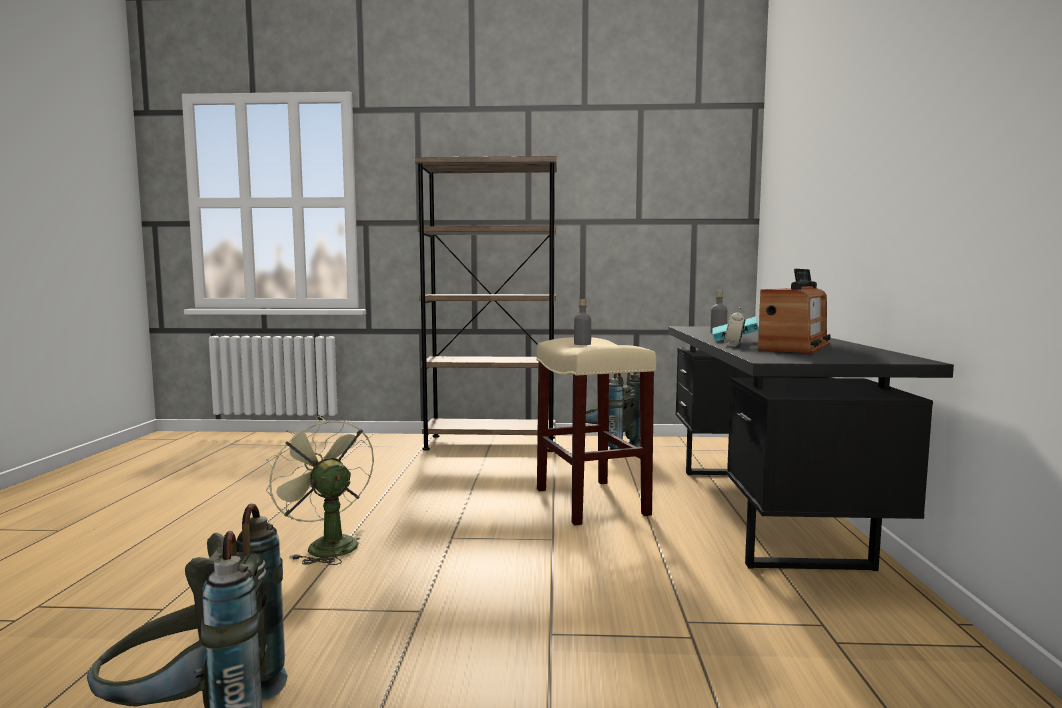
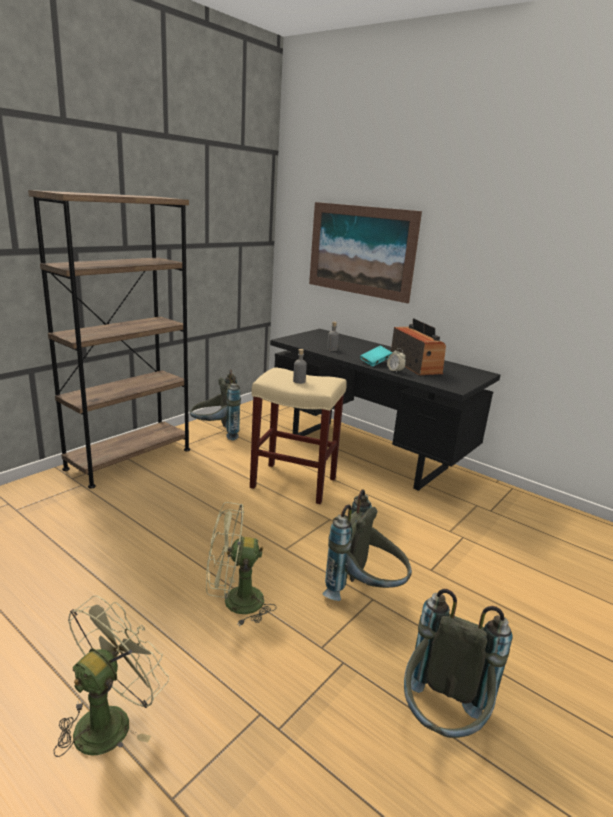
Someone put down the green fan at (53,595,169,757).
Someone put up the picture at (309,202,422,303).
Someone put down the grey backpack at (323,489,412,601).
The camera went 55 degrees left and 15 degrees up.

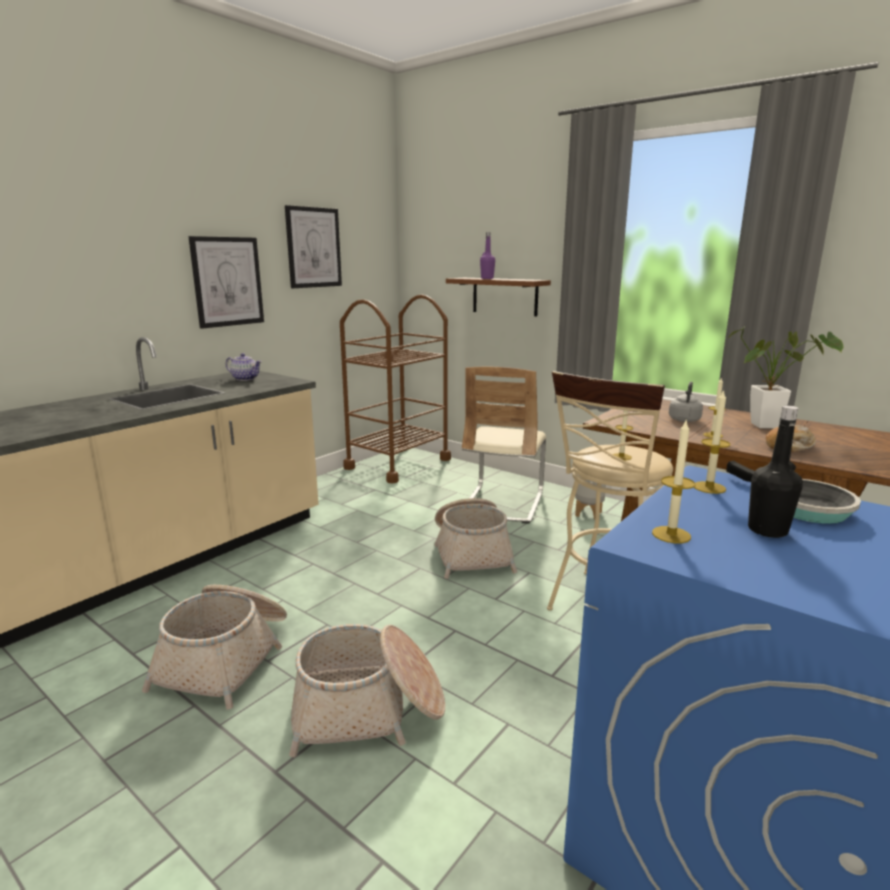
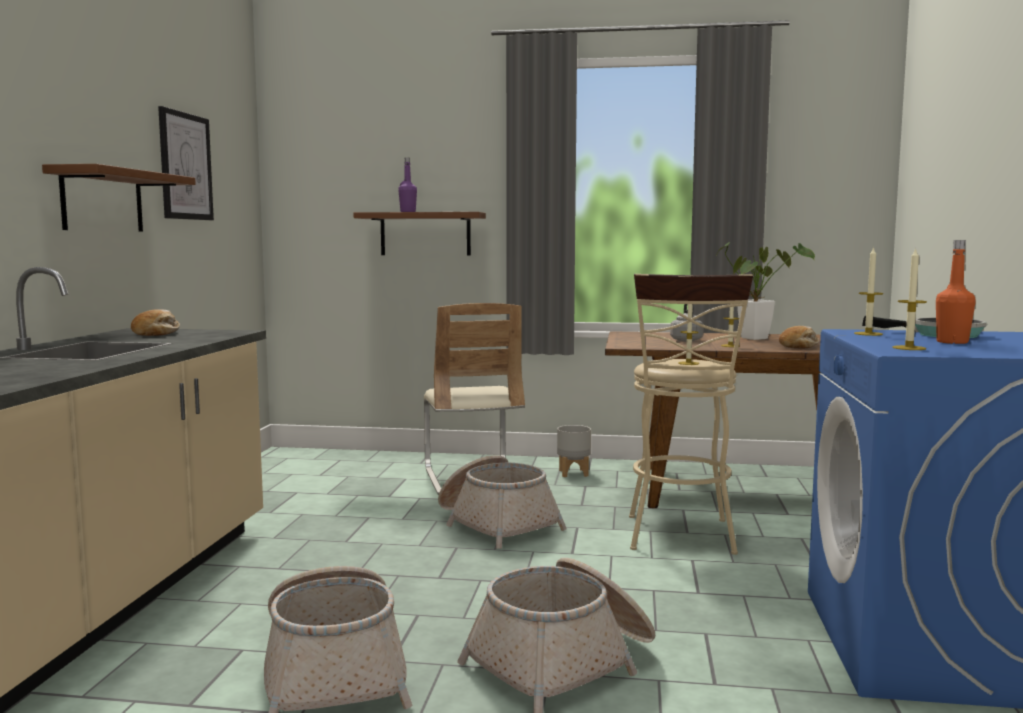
Someone took away the brown cart at (340,295,451,484).
Someone swapped the picture at (188,236,264,329) for the brown shelf at (42,164,196,231).
Someone swapped the teapot at (226,353,262,381) for the bread at (131,309,180,336).
Someone repainted the black bottle at (748,405,803,538), which became the orange bottle at (936,240,976,344).
The camera went 30 degrees left and 10 degrees down.

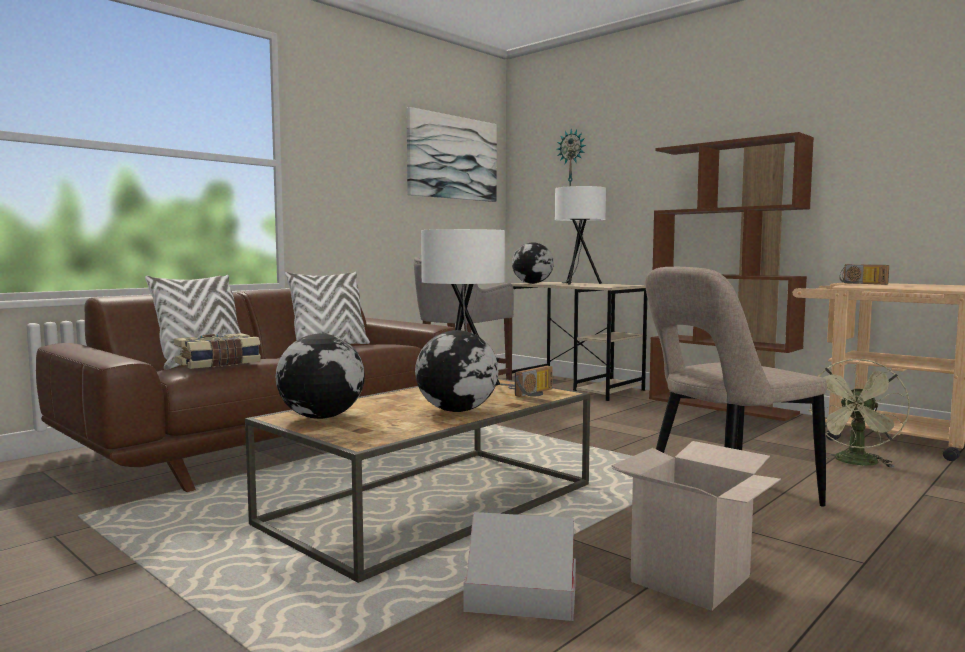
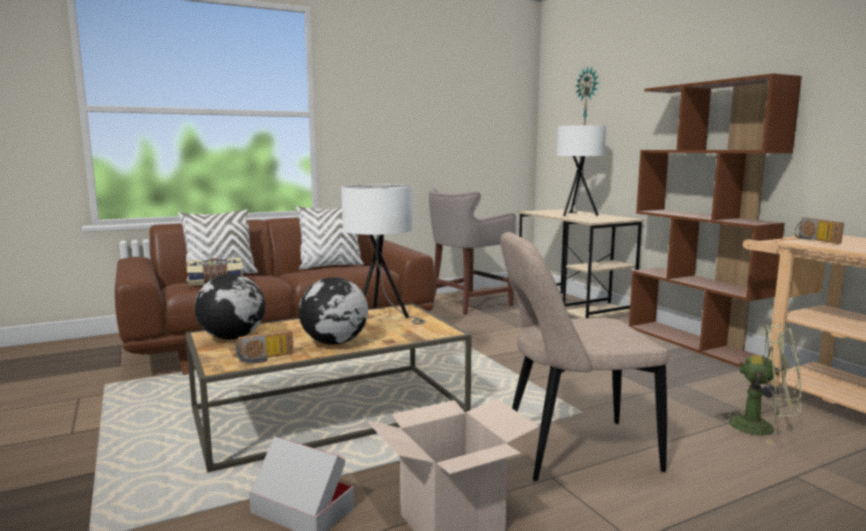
Someone took away the picture at (407,107,497,202).
Someone took away the globe at (512,242,554,284).
Someone carried the radio from (515,366,553,397) to (235,330,294,364).
Someone rotated the green fan at (808,358,910,468) by 120 degrees counterclockwise.
The camera went 20 degrees right and 5 degrees up.

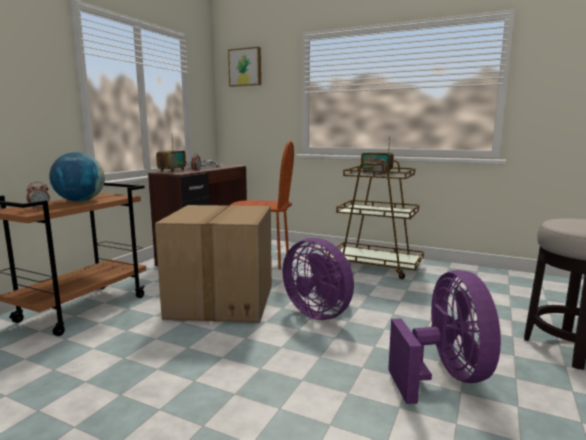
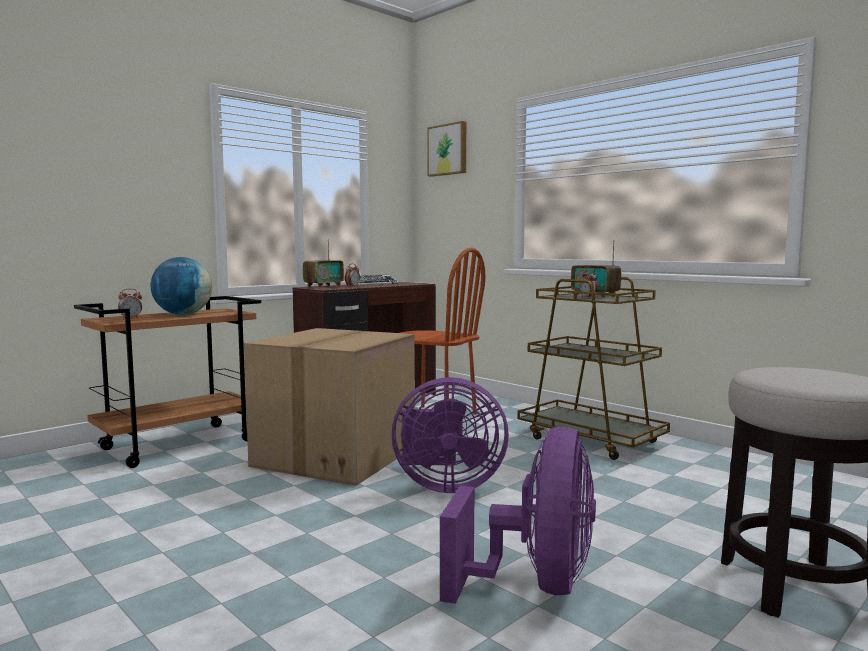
Someone rotated the purple fan at (282,238,354,320) by 60 degrees counterclockwise.
The camera went 20 degrees right and 5 degrees down.

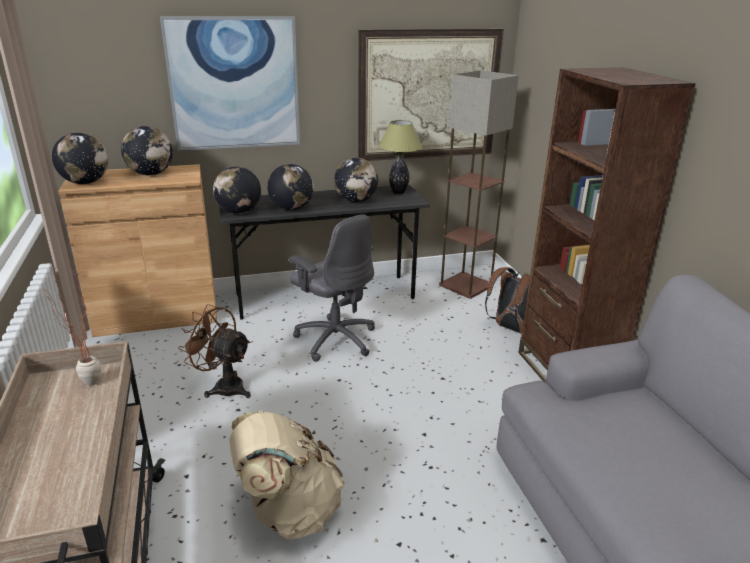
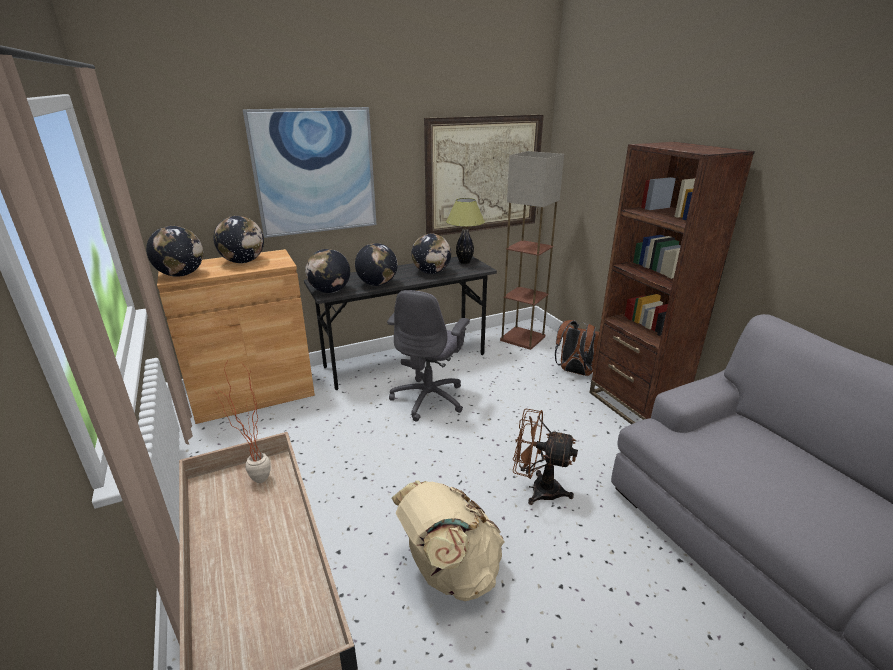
Someone carried the brown fan from (178,304,251,398) to (513,409,578,505).
Someone rotated the grey office chair at (289,215,375,362) by 75 degrees clockwise.
The camera went 10 degrees left and 0 degrees up.

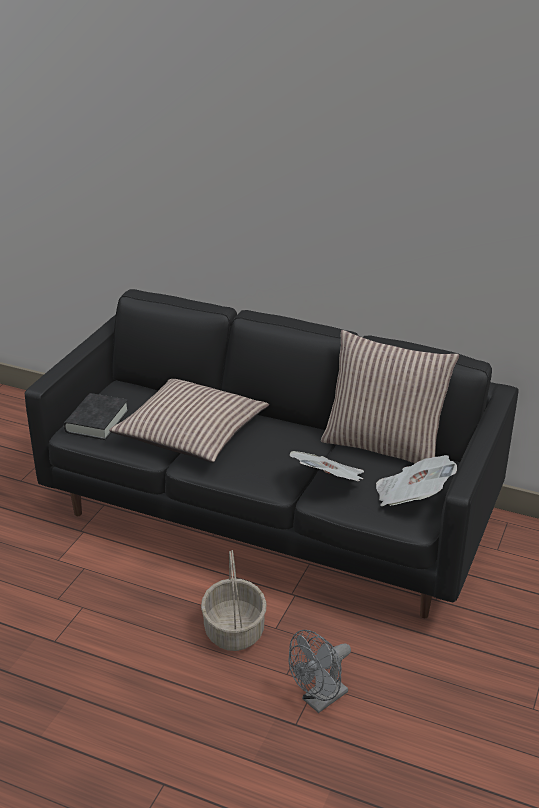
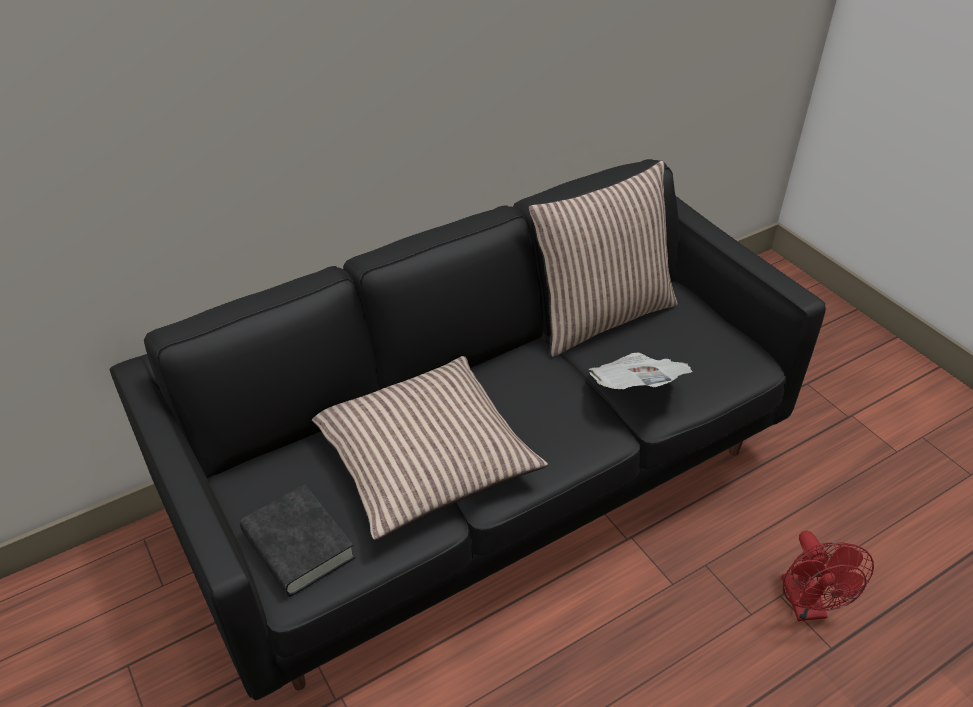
Someone took away the basket at (201,550,267,651).
Someone took away the newspaper at (376,455,457,506).
Someone repainted the grey fan at (289,630,351,713), which became the red fan at (781,531,874,621).
The camera went 55 degrees left and 10 degrees up.

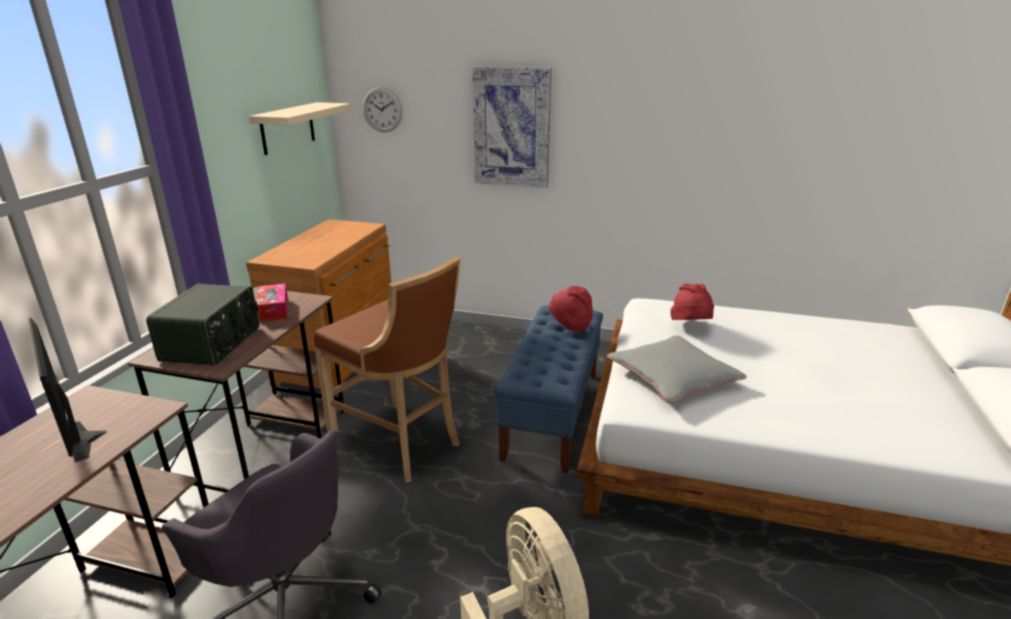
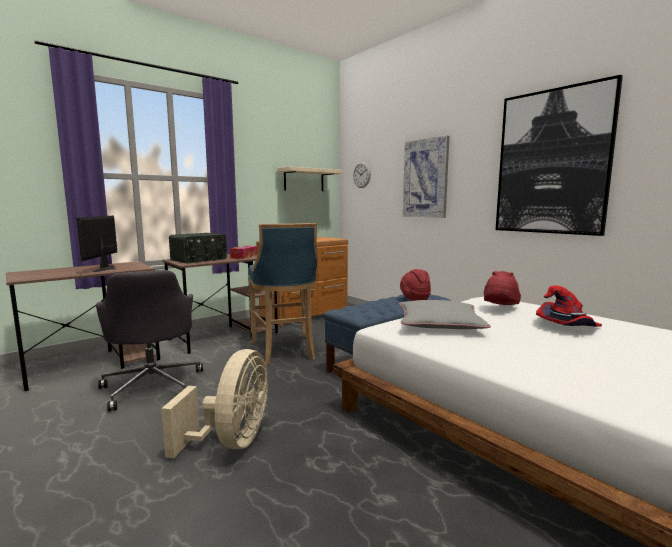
Someone put up the picture at (496,75,623,236).
Someone put down the red hat at (536,285,602,327).
Someone repainted the brown stool at (314,257,460,482), which became the blue stool at (249,223,318,365).
The camera went 35 degrees right and 15 degrees down.

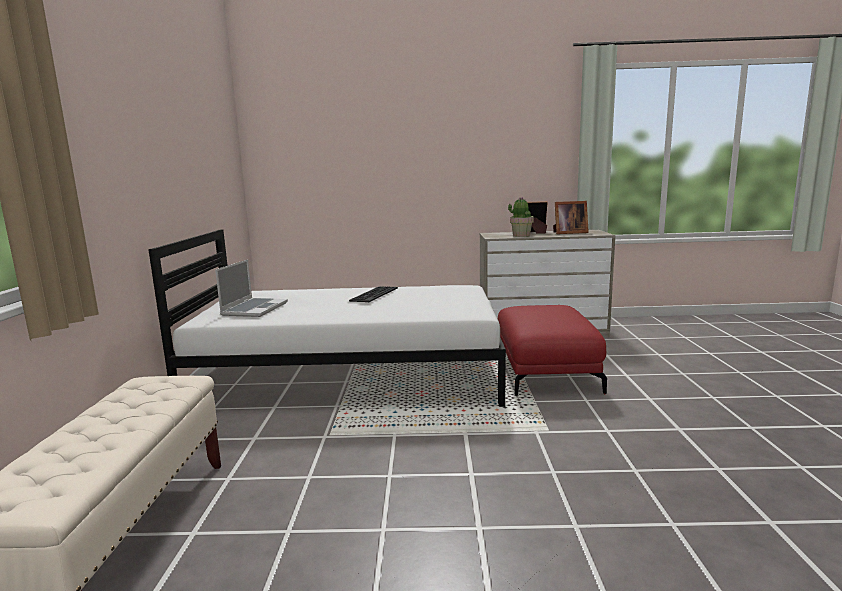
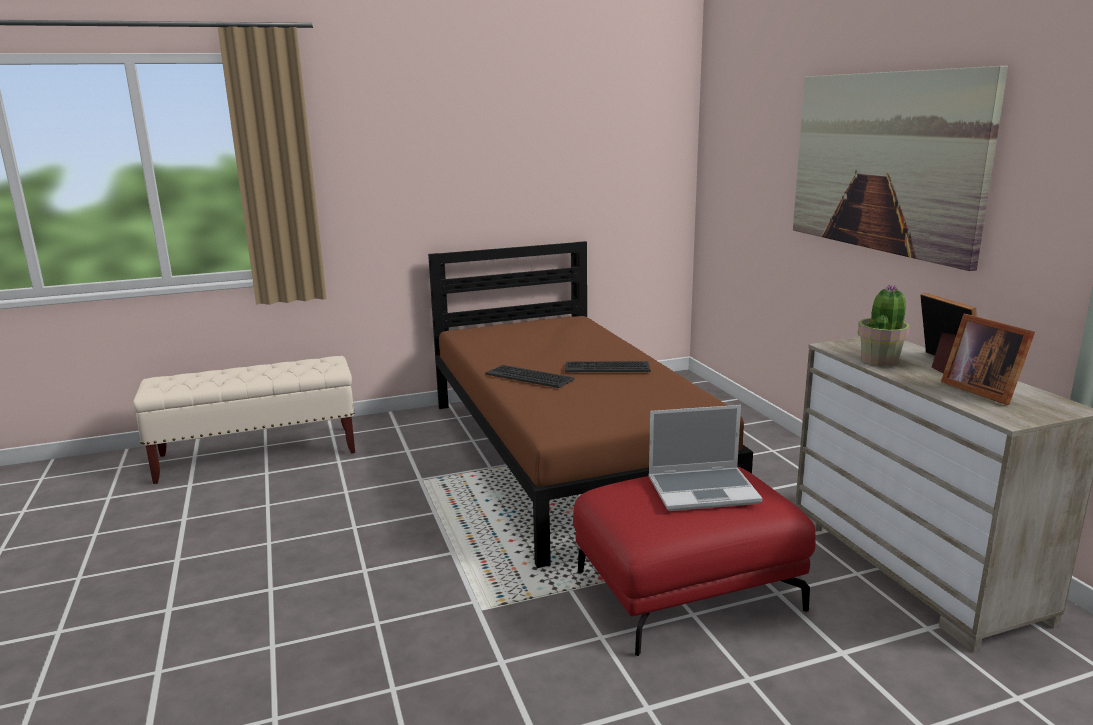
Someone put down the keyboard at (485,365,575,388).
Someone put up the picture at (793,66,1008,271).
Someone carried the laptop from (215,259,288,317) to (648,405,763,511).
Someone repainted the white bed at (148,229,506,407), which became the brown bed at (428,241,753,568).
The camera went 70 degrees right and 5 degrees up.

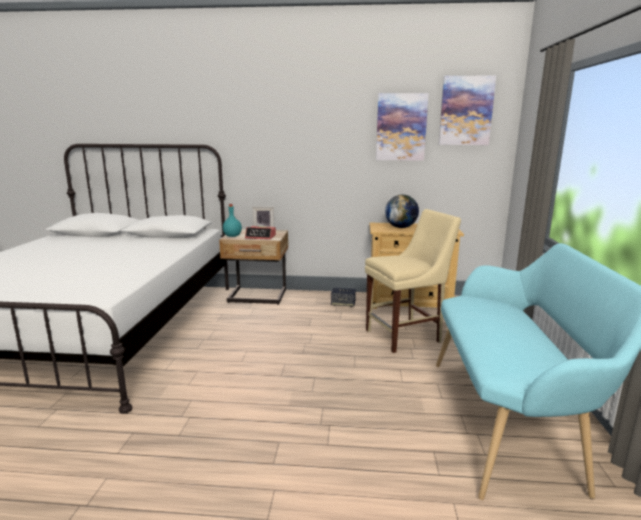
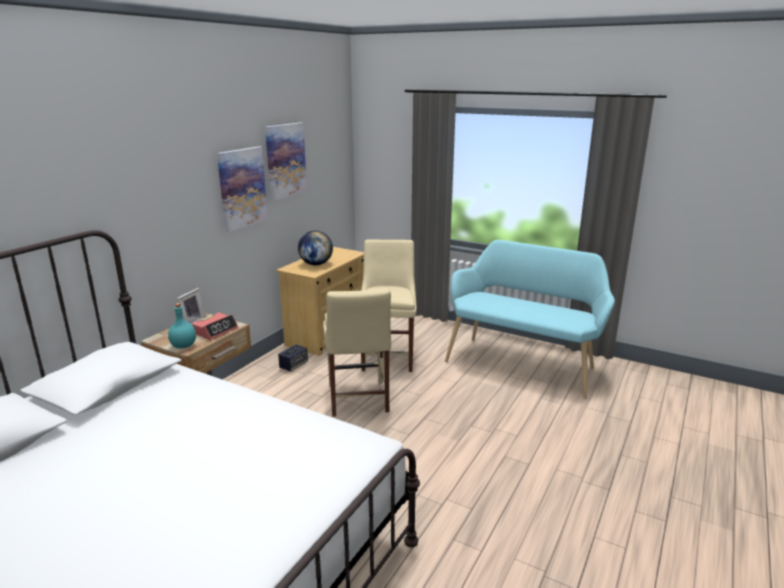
Someone put down the beige chair at (323,289,391,417).
Someone carried the picture from (439,75,496,145) to (217,146,268,232).
The camera went 65 degrees left and 5 degrees up.

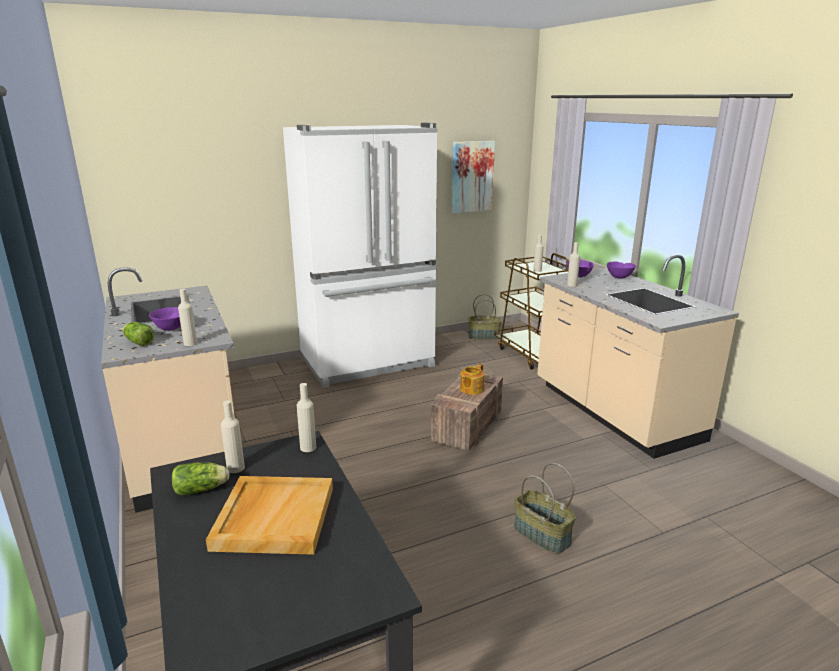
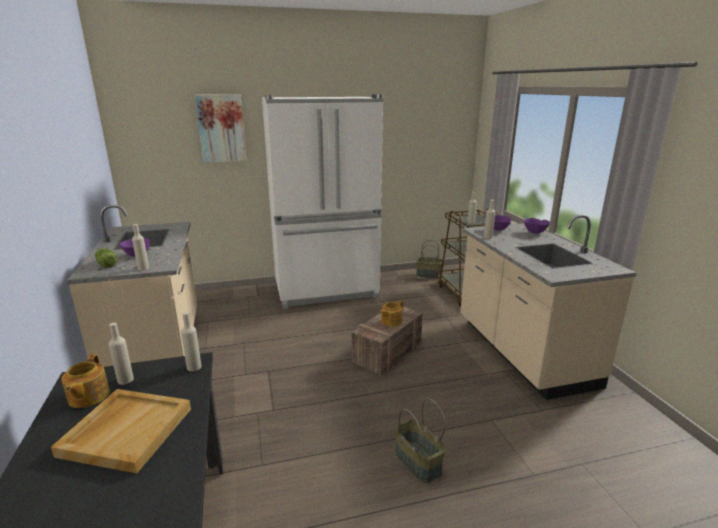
Someone carried the picture from (452,141,495,213) to (195,94,246,163).
Someone swapped the lettuce at (172,462,230,495) for the teapot at (61,354,110,408).
The camera went 10 degrees right and 0 degrees up.

